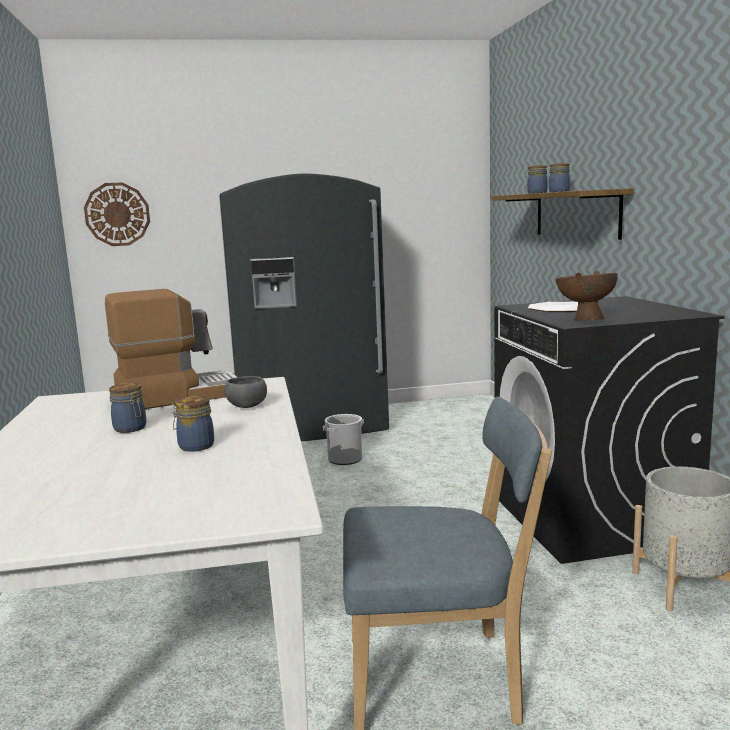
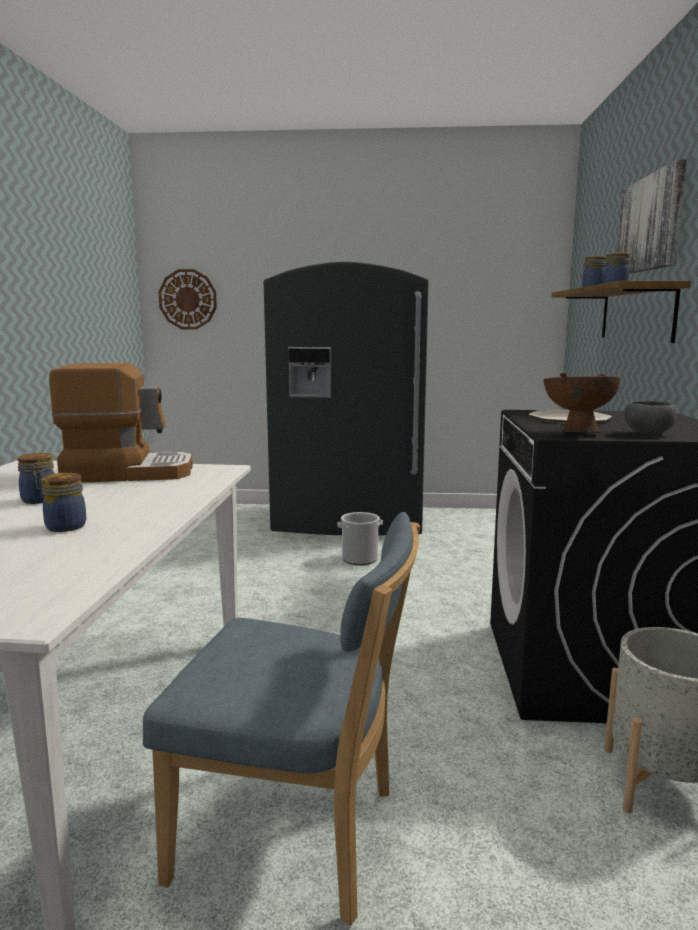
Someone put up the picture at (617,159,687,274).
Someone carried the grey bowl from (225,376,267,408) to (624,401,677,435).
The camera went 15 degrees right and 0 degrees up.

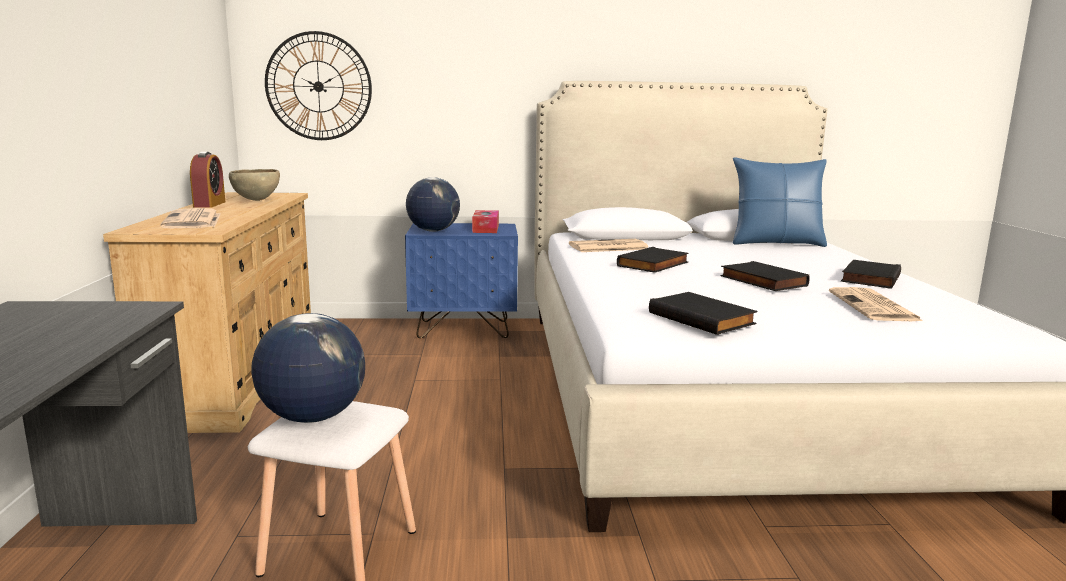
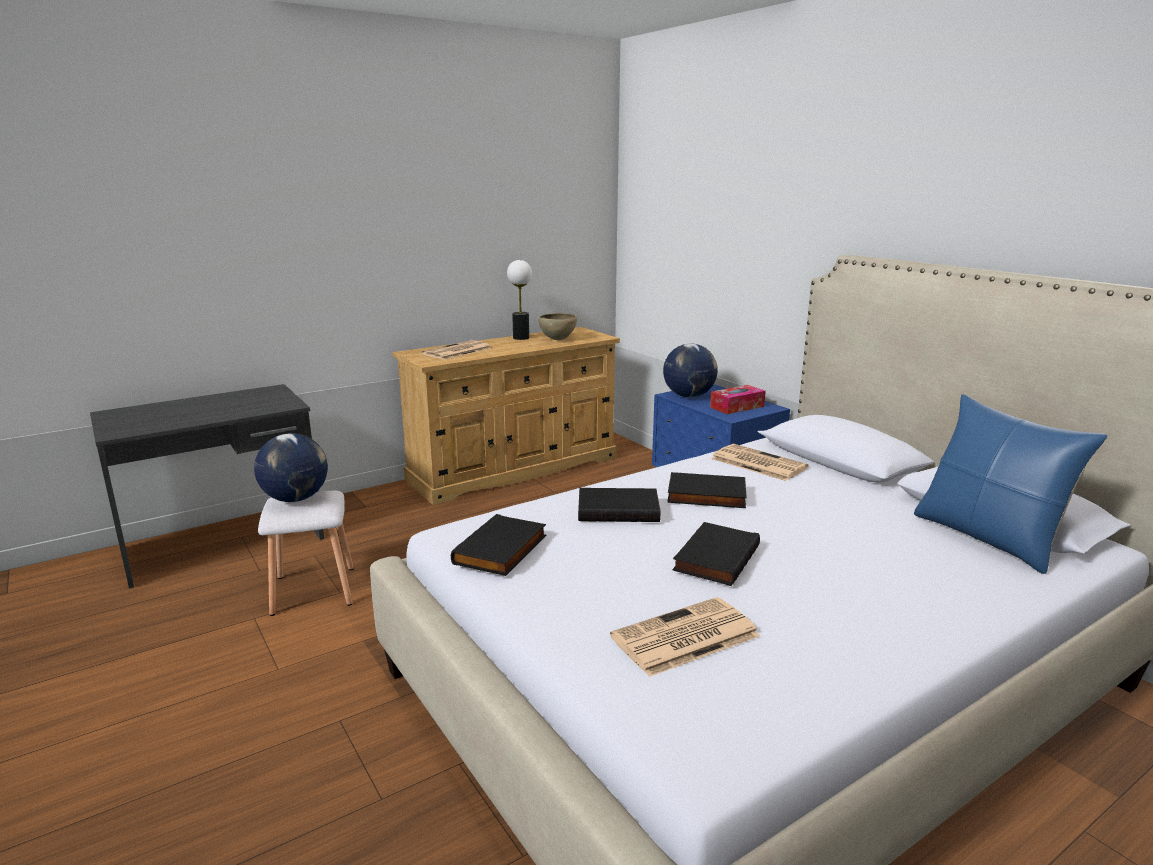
Someone took away the wall clock at (265,31,372,140).
Someone carried the black book from (841,260,901,289) to (578,488,660,522).
Someone swapped the alarm clock at (190,152,225,208) for the table lamp at (507,260,532,340).
The camera went 60 degrees right and 5 degrees up.

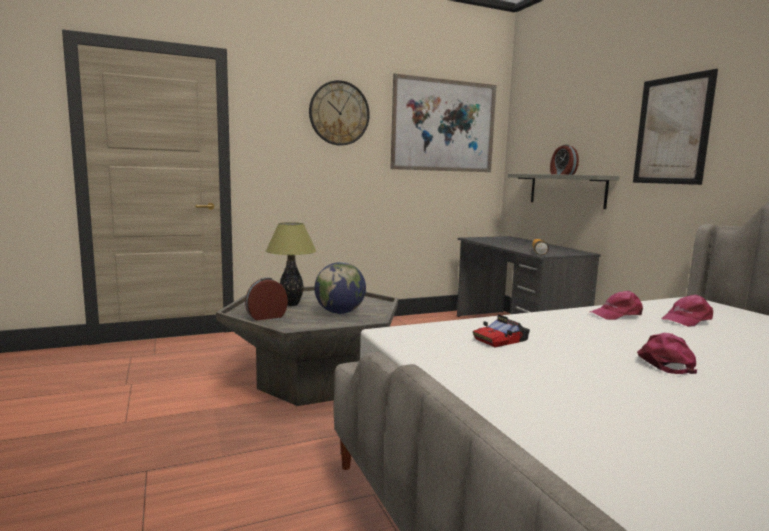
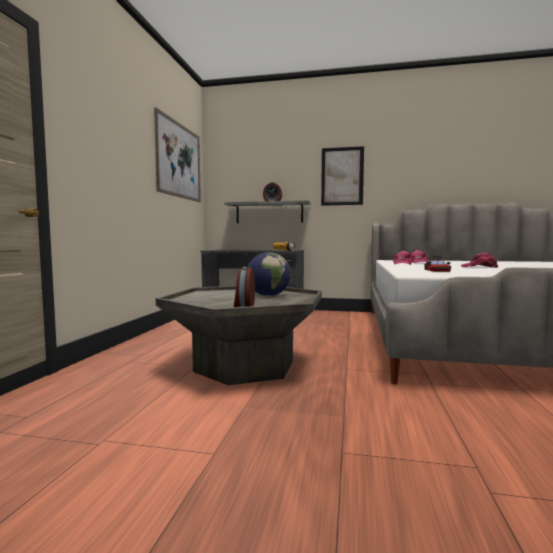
Someone took away the table lamp at (266,222,316,306).
Someone took away the wall clock at (309,80,370,146).
The camera went 55 degrees left and 5 degrees down.

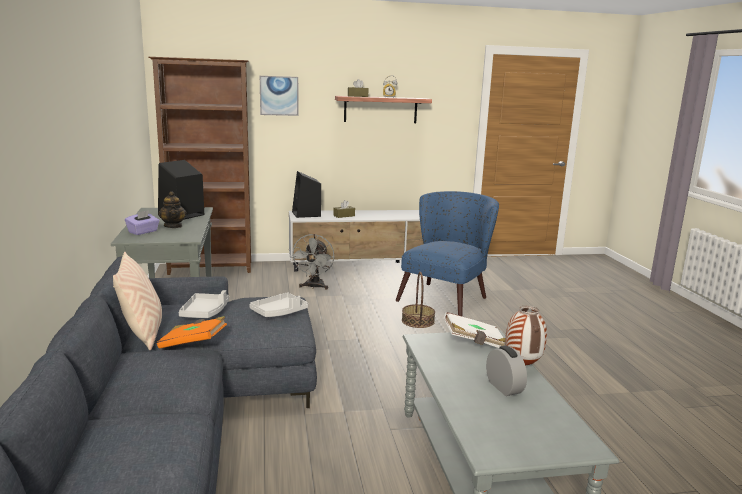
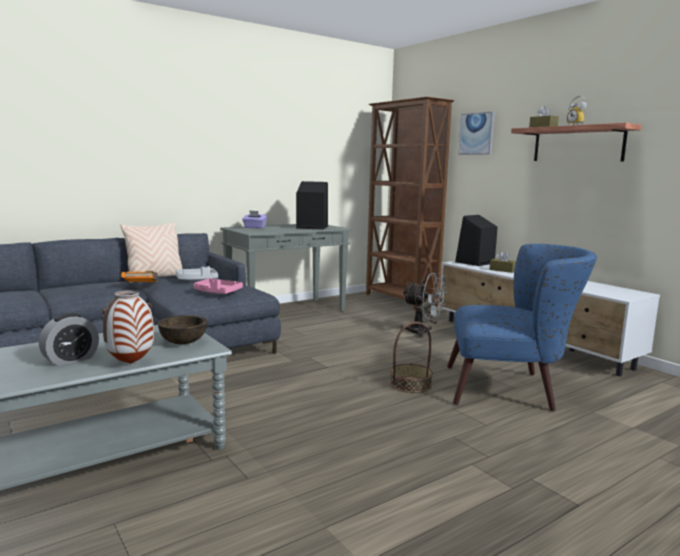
Someone took away the teapot at (158,191,186,228).
Someone swapped the white book at (444,312,505,348) for the brown bowl at (158,315,207,344).
Someone repainted the grey tray at (249,292,308,317), which became the pink tray at (194,278,243,294).
Someone rotated the grey fan at (291,234,334,289) by 135 degrees counterclockwise.
The camera went 65 degrees right and 5 degrees down.

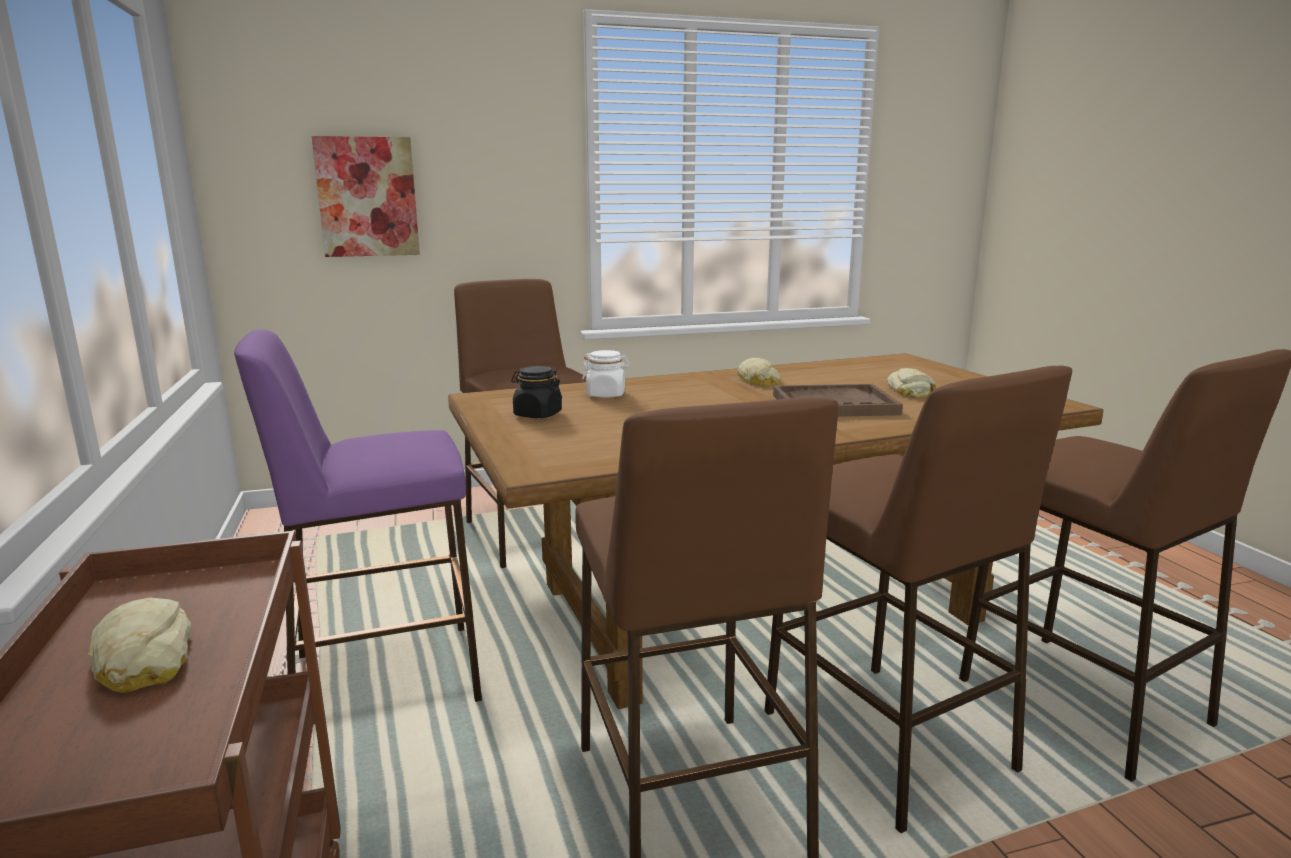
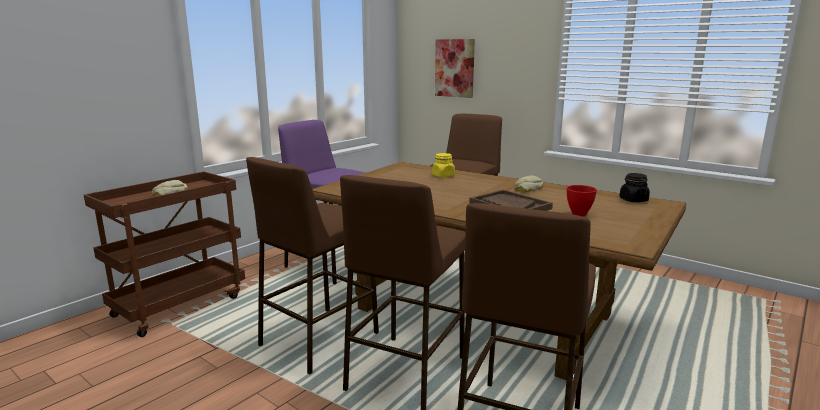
Someone carried the black jar from (511,366,562,418) to (619,173,650,202).
Someone swapped the bread at (887,368,936,397) for the red bowl at (567,185,597,216).
Someone repainted the white jar at (582,350,630,398), which became the yellow jar at (432,153,455,177).
The camera went 55 degrees right and 0 degrees up.

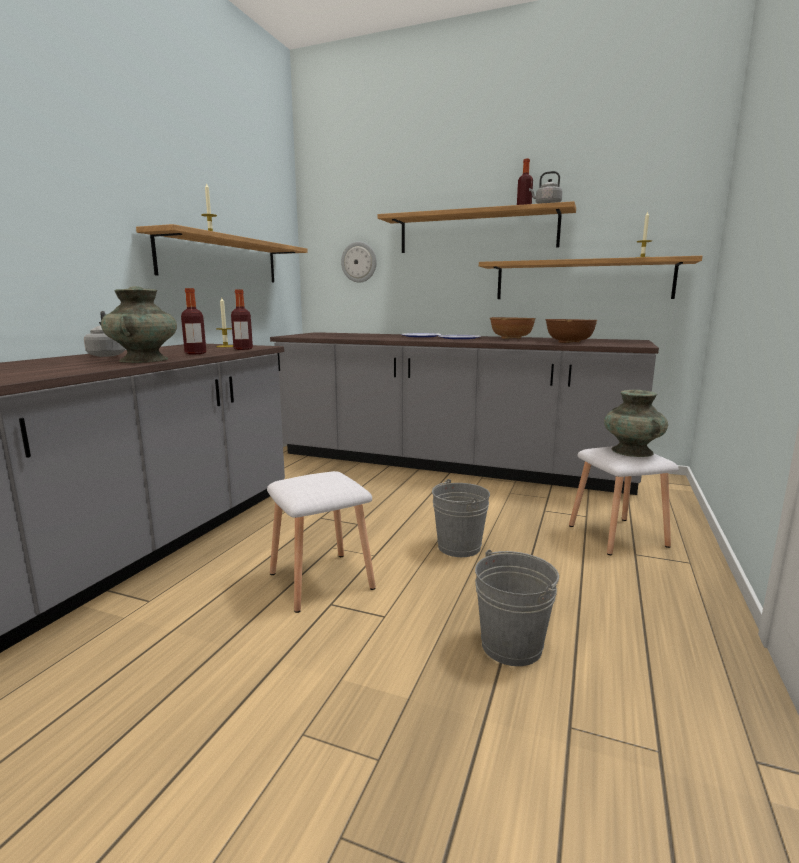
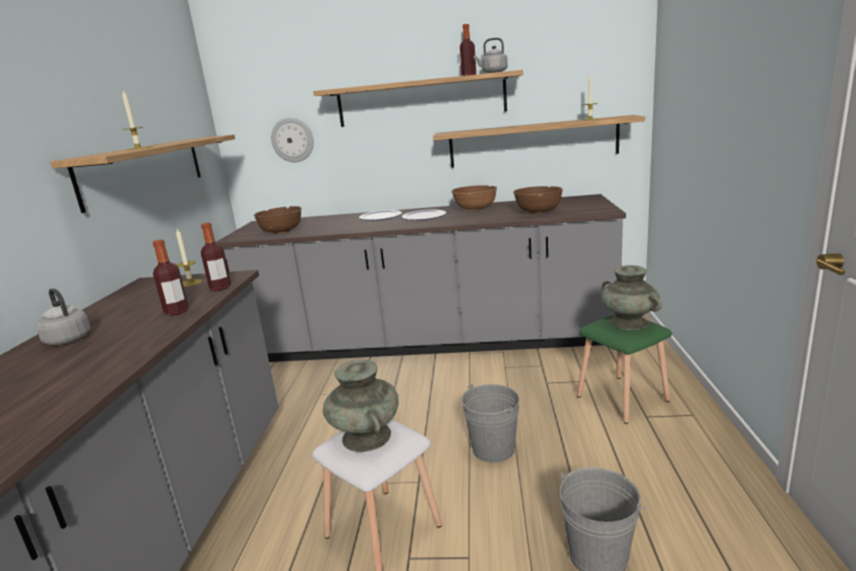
Someone put down the brown bowl at (254,206,302,234).
Someone carried the turquoise vase from (101,286,177,363) to (323,360,398,452).
Someone repainted the white stool at (569,446,679,555), which became the green stool at (577,314,672,424).
The camera went 15 degrees left and 5 degrees up.

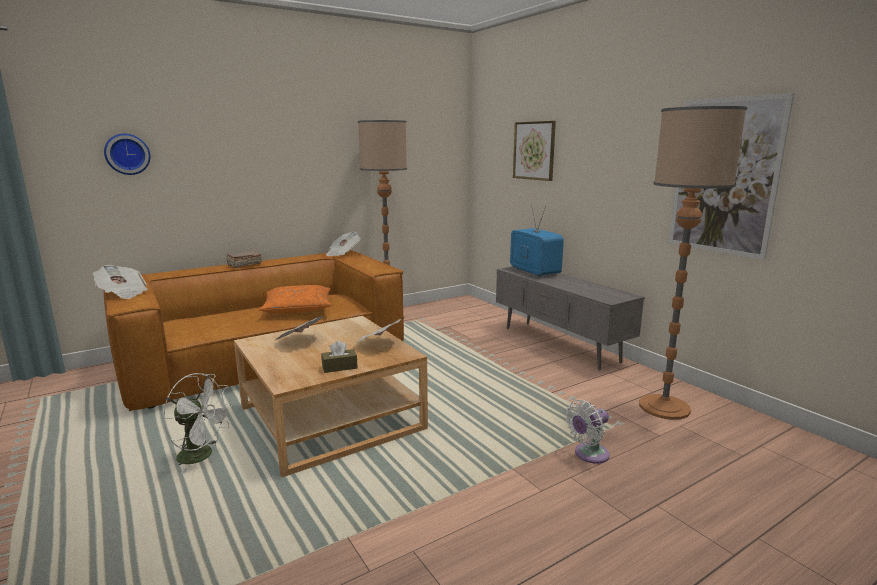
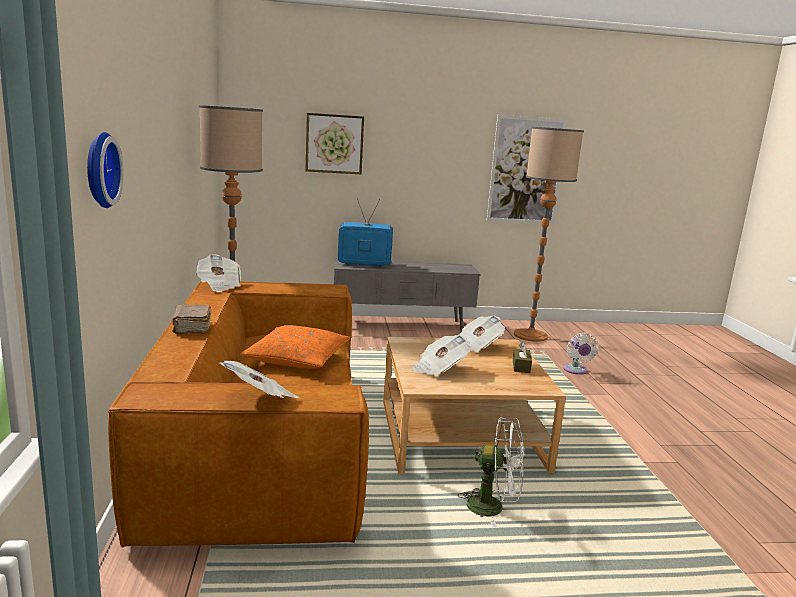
Someone rotated the white fan at (163,373,233,474) by 60 degrees clockwise.
The camera went 65 degrees left and 0 degrees up.

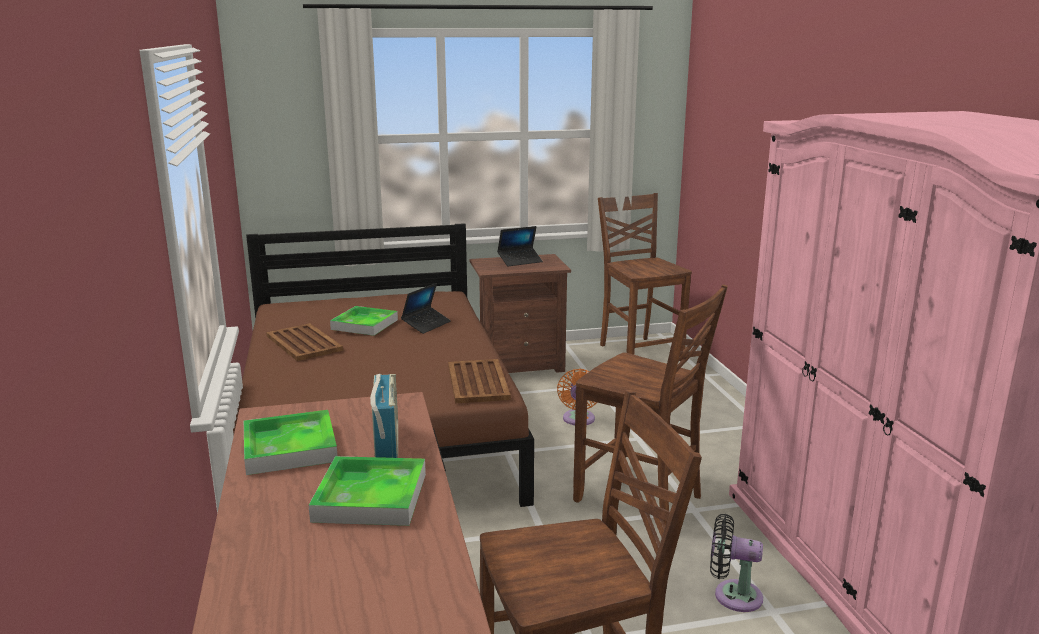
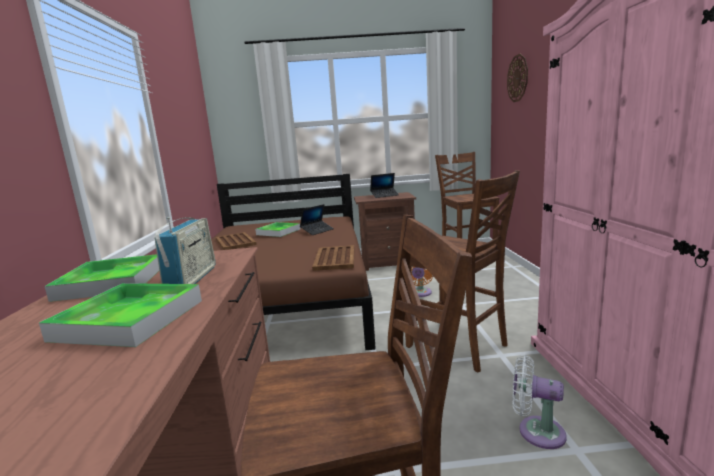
Someone put up the wall clock at (507,54,528,102).
Someone repainted the black fan at (710,514,763,612), which became the white fan at (512,355,567,449).
The camera went 10 degrees right and 5 degrees down.

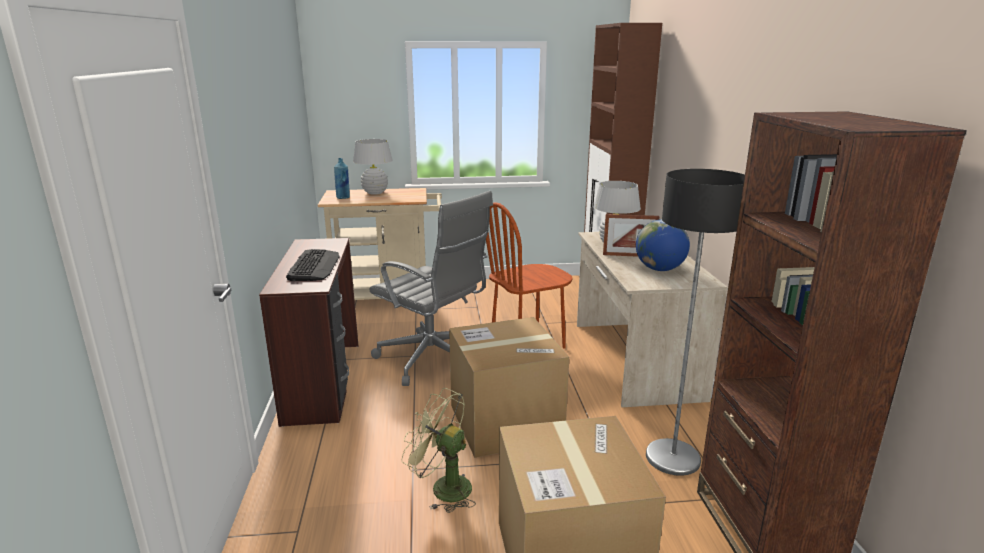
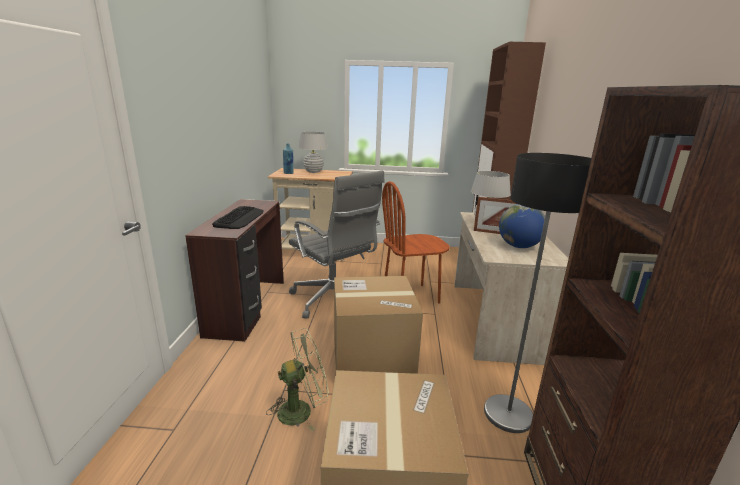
Someone rotated the green fan at (401,388,476,513) by 120 degrees clockwise.
The camera went 10 degrees right and 0 degrees up.

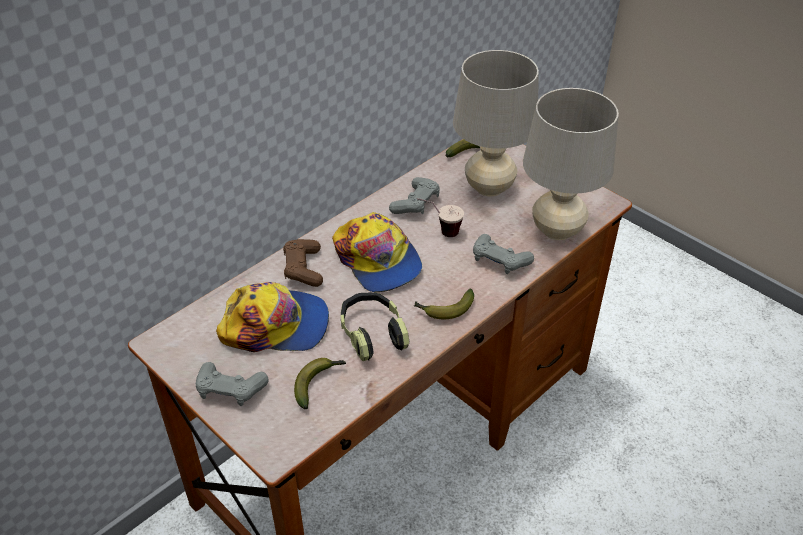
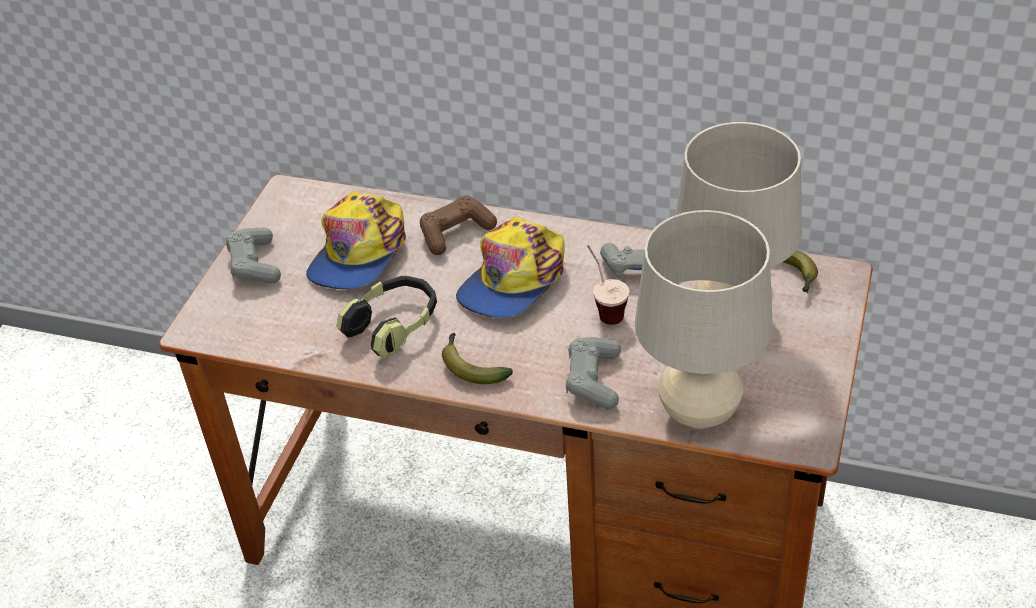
Someone took away the banana at (294,358,346,409).
Someone rotated the cap at (216,282,329,352) by 45 degrees clockwise.
The camera went 65 degrees right and 0 degrees up.

